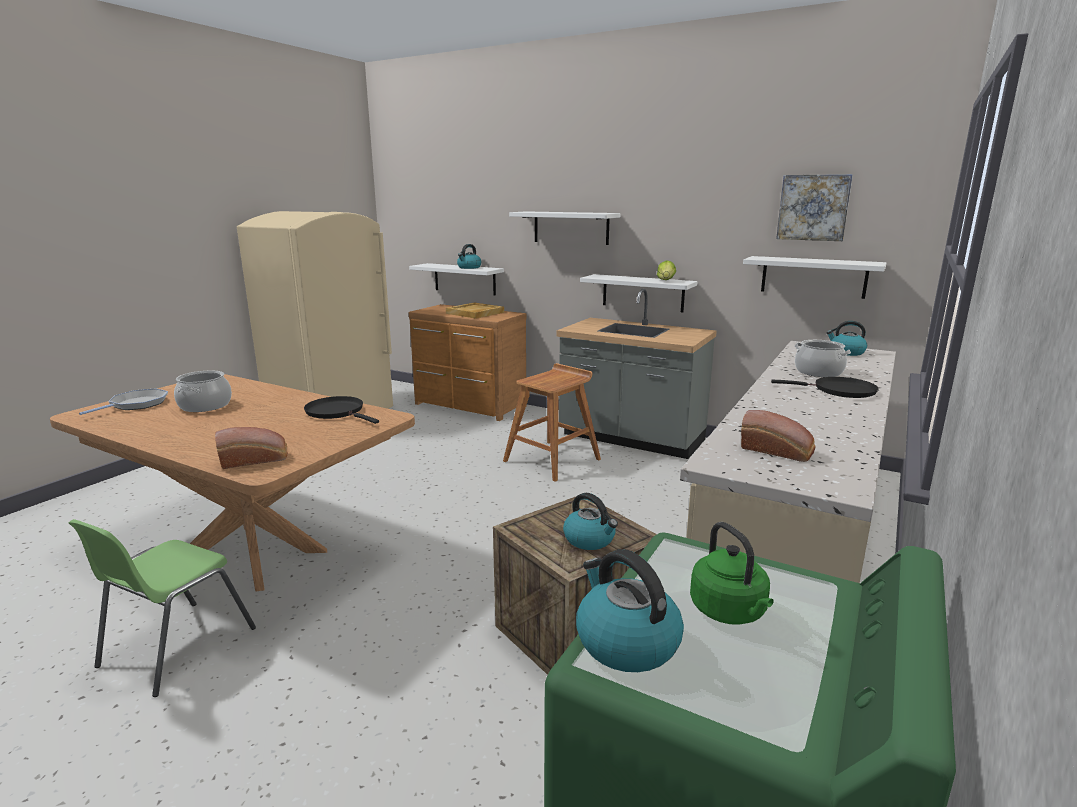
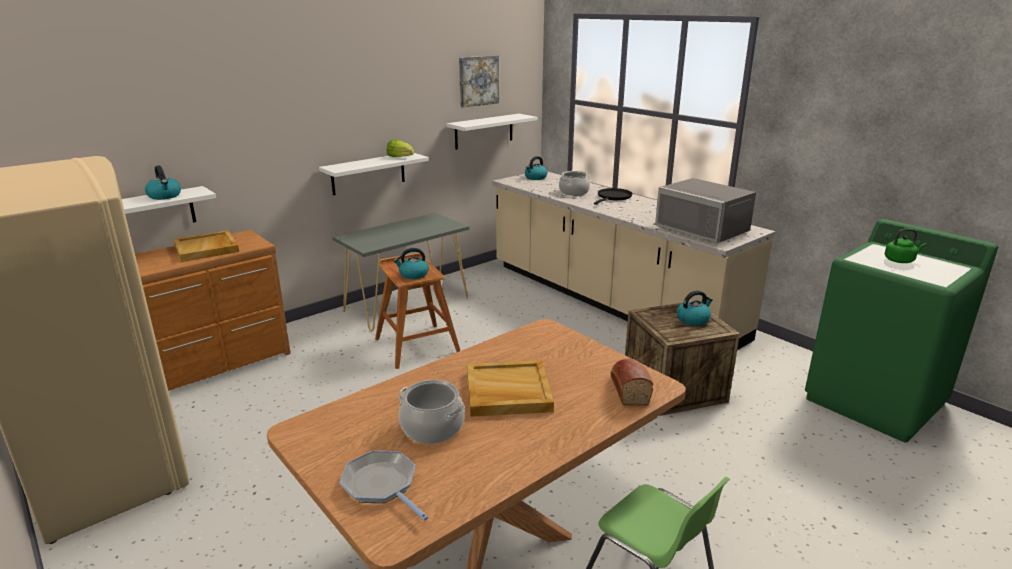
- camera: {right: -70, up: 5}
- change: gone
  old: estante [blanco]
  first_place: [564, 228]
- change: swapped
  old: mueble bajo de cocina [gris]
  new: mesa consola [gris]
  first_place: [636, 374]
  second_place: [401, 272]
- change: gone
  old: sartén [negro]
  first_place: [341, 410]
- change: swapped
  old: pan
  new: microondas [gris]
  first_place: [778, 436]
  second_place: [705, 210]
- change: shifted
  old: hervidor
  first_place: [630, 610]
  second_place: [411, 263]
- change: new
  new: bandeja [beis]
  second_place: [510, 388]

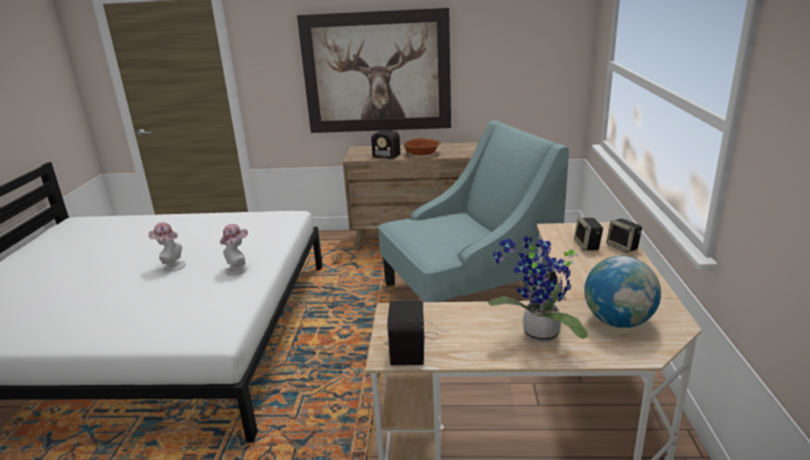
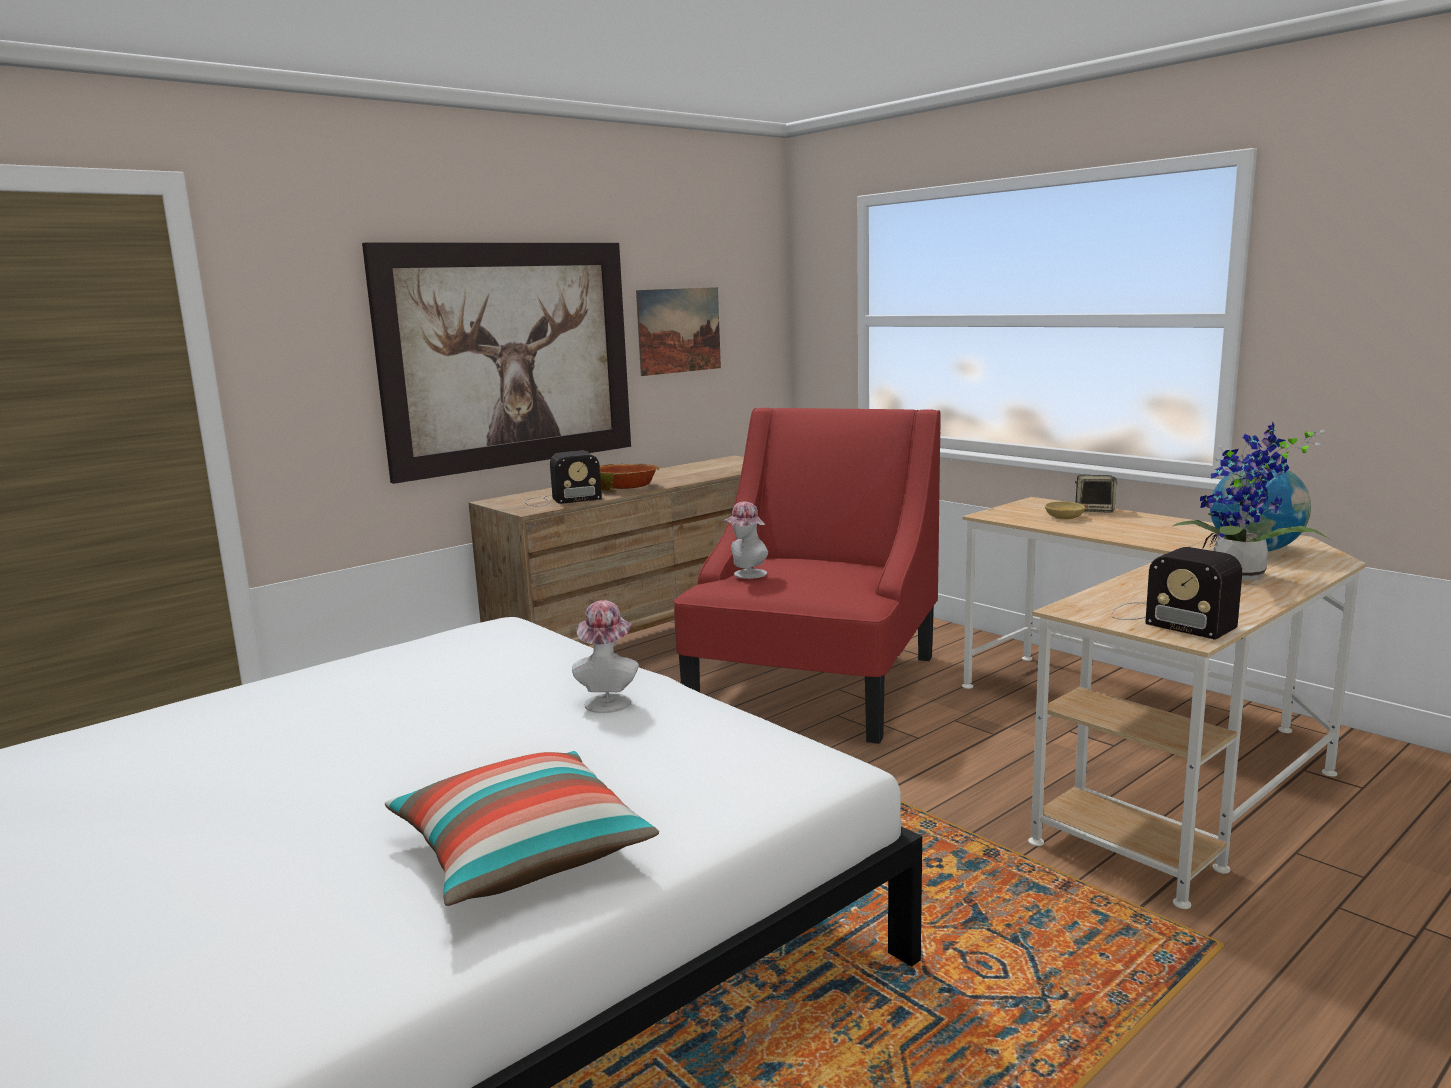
- camera: {right: -45, up: -10}
- change: repainted
  old: sillón [turquesa]
  new: sillón [rojo]
  first_place: [473, 211]
  second_place: [807, 576]
- change: swapped
  old: altavoz
  new: cuenco [beis]
  first_place: [588, 234]
  second_place: [1065, 511]
- change: shifted
  old: sombrero
  first_place: [167, 246]
  second_place: [745, 540]
- change: new
  new: cuadro
  second_place: [678, 331]
- change: new
  new: cojín
  second_place: [522, 828]

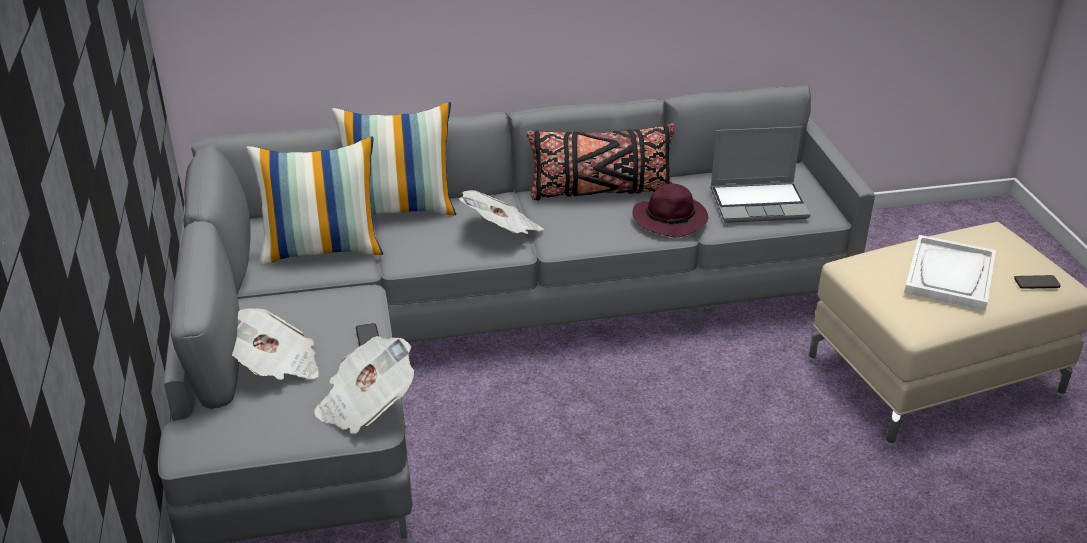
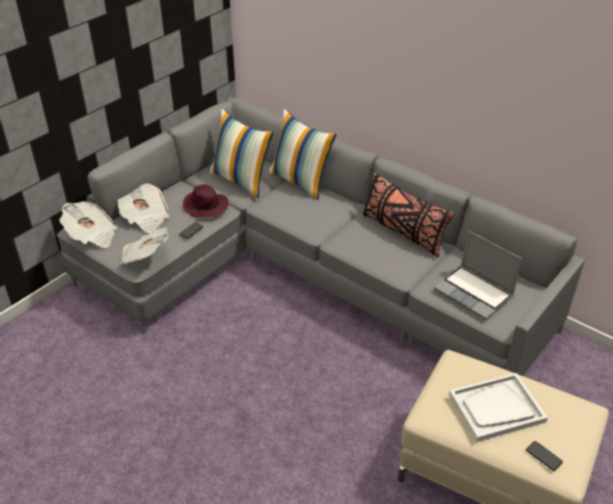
- camera: {right: 50, up: 5}
- change: shifted
  old: sombrero [morado]
  first_place: [670, 210]
  second_place: [206, 201]
- change: shifted
  old: periódico
  first_place: [501, 212]
  second_place: [88, 224]

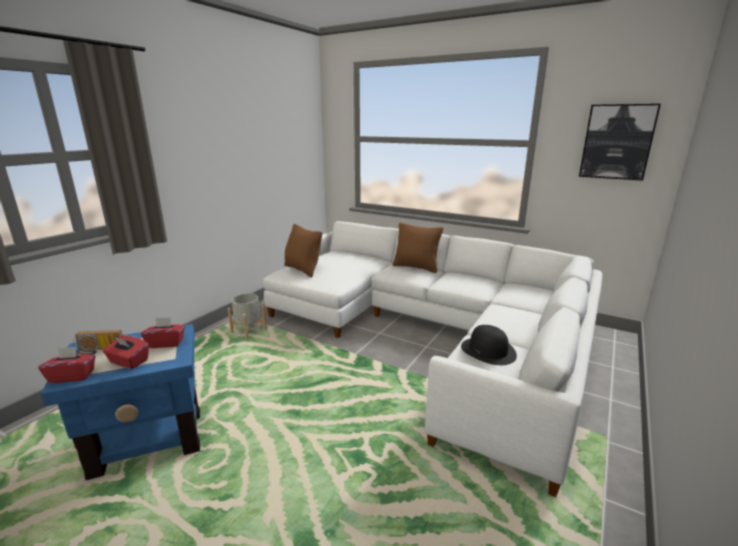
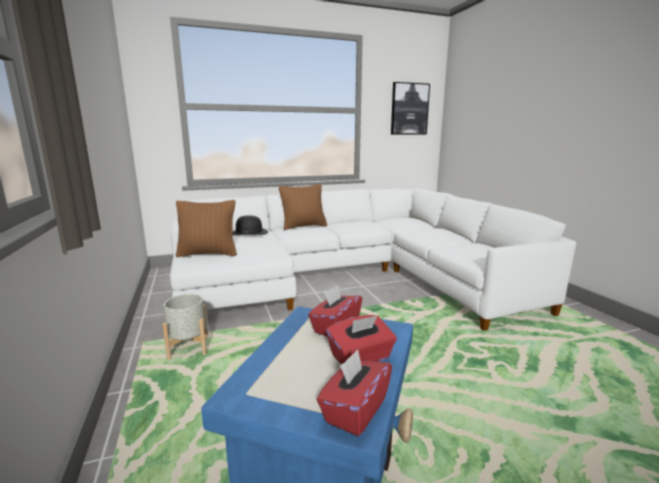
- camera: {right: -50, up: -5}
- change: shifted
  old: sombrero [negro]
  first_place: [489, 345]
  second_place: [250, 225]
- change: gone
  old: radio
  first_place: [98, 342]

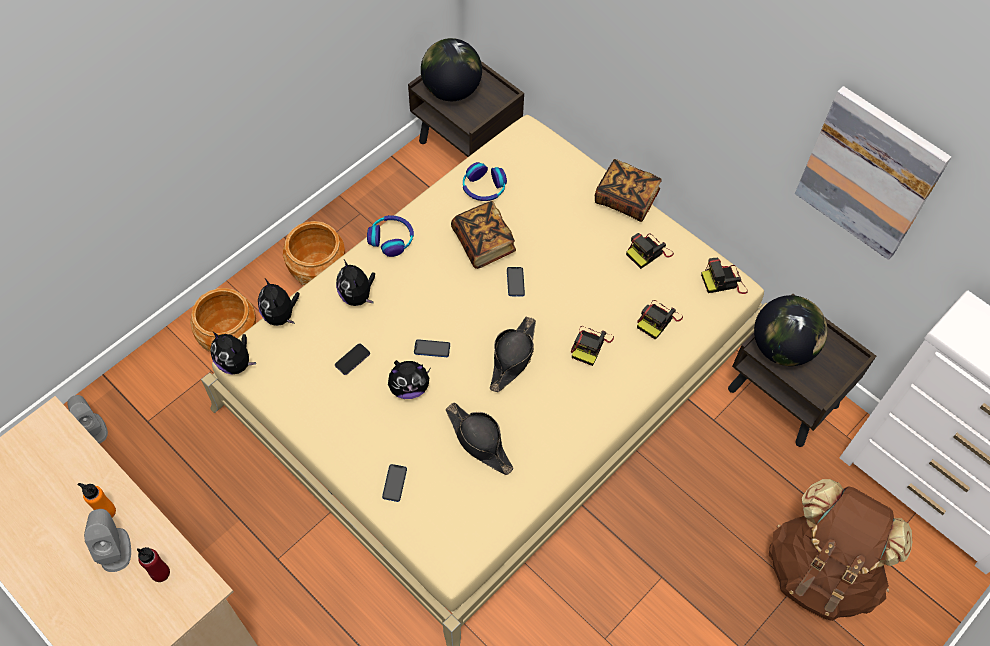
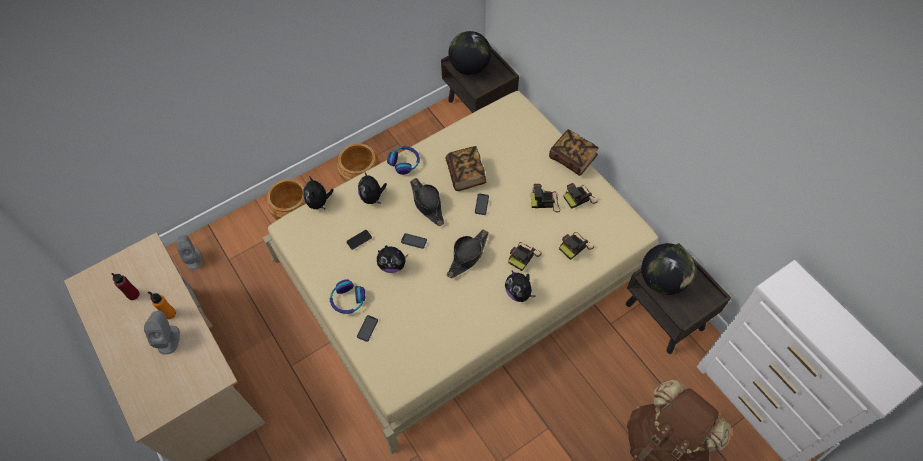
- camera: {right: 15, up: 0}
- change: gone
  old: cuadro
  first_place: [873, 173]
- change: shifted
  old: auriculares
  first_place: [485, 181]
  second_place: [347, 296]
- change: shifted
  old: cámara
  first_place: [724, 276]
  second_place: [545, 198]
- change: shifted
  old: peluche
  first_place: [233, 353]
  second_place: [520, 286]
- change: shifted
  old: sombrero [negro]
  first_place: [479, 438]
  second_place: [427, 202]
- change: shifted
  old: botella [rojo]
  first_place: [153, 564]
  second_place: [125, 286]

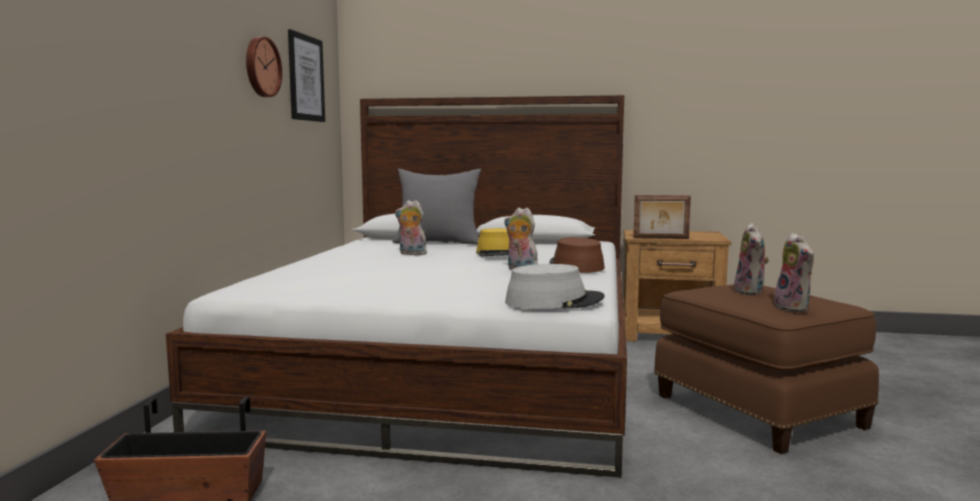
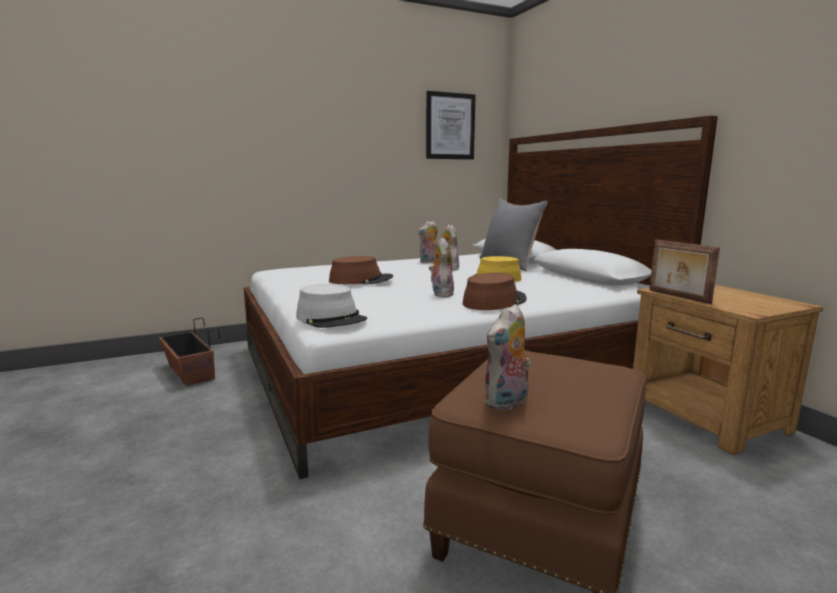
- camera: {right: 55, up: 5}
- change: gone
  old: reloj de pared
  first_place: [264, 66]
- change: shifted
  old: peluche
  first_place: [751, 259]
  second_place: [427, 242]
- change: new
  new: sombrero [marrón]
  second_place: [361, 270]

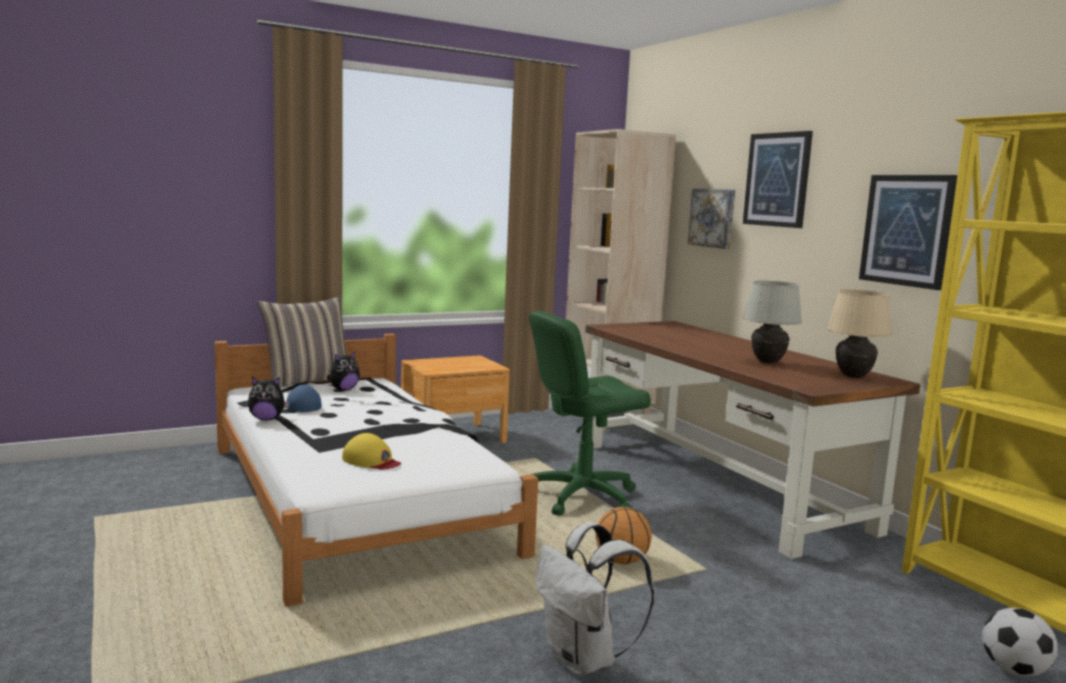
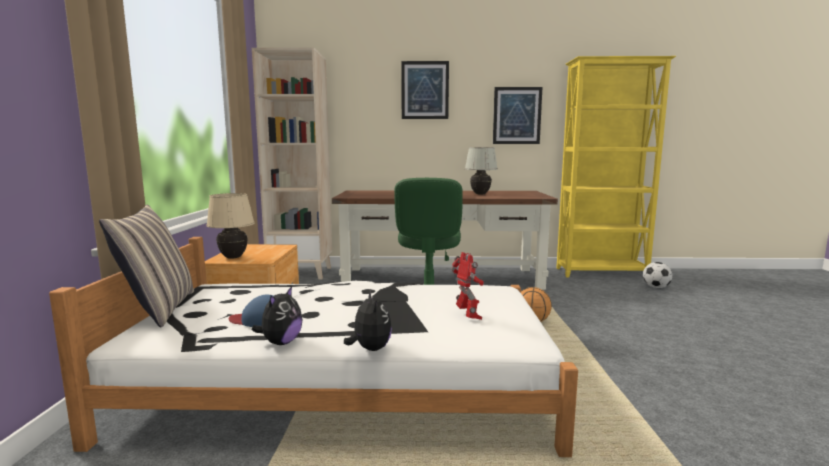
- camera: {right: -60, up: 0}
- change: gone
  old: cuadro
  first_place: [711, 219]
- change: shifted
  old: lámpara de mesa [beis]
  first_place: [859, 333]
  second_place: [230, 226]
- change: shifted
  old: peluche
  first_place: [343, 371]
  second_place: [368, 320]
- change: swapped
  old: gorra [amarillo]
  new: robot de juguete
  first_place: [371, 451]
  second_place: [467, 286]
- change: gone
  old: mochila [blanco]
  first_place: [595, 599]

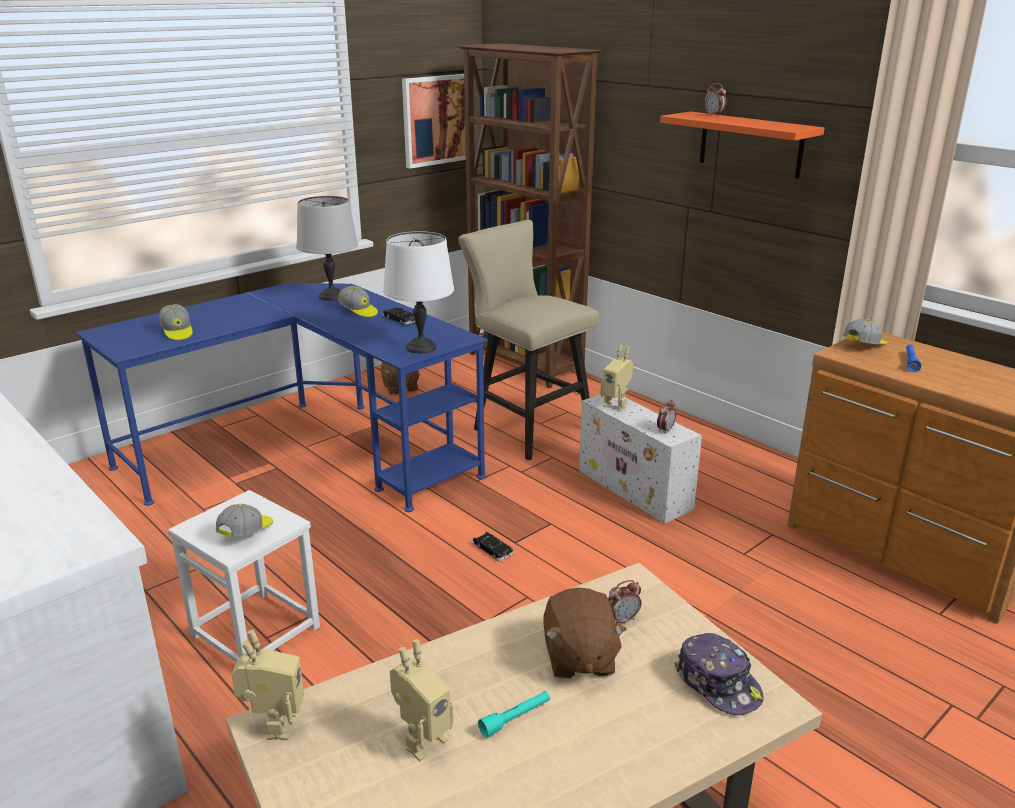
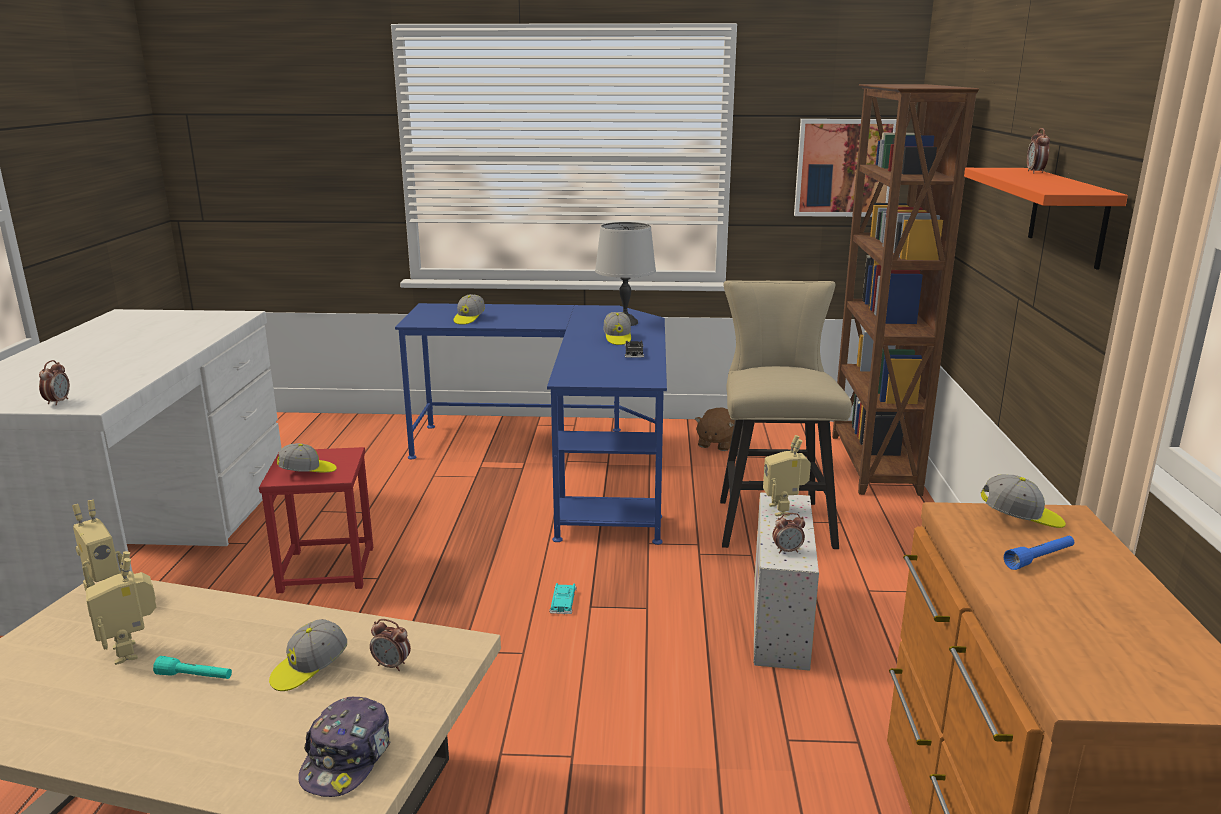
- camera: {right: 45, up: -5}
- change: gone
  old: lámpara de mesa [blanco]
  first_place: [418, 292]
- change: repainted
  old: taburete [blanco]
  new: taburete [rojo]
  first_place: [244, 576]
  second_place: [316, 520]
- change: repainted
  old: coche de juguete [negro]
  new: coche de juguete [turquesa]
  first_place: [493, 546]
  second_place: [563, 598]
- change: swapped
  old: peluche [marrón]
  new: gorra
  first_place: [585, 633]
  second_place: [308, 655]
- change: rotated
  old: robot de juguete
  first_place: [422, 700]
  second_place: [121, 608]
  degrees: 60
- change: new
  new: despertador
  second_place: [54, 383]

